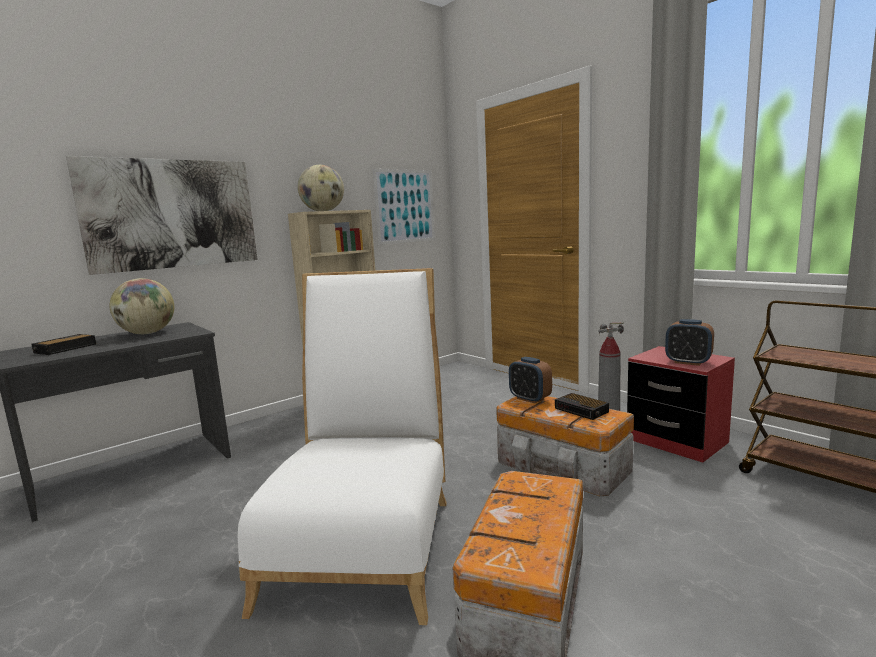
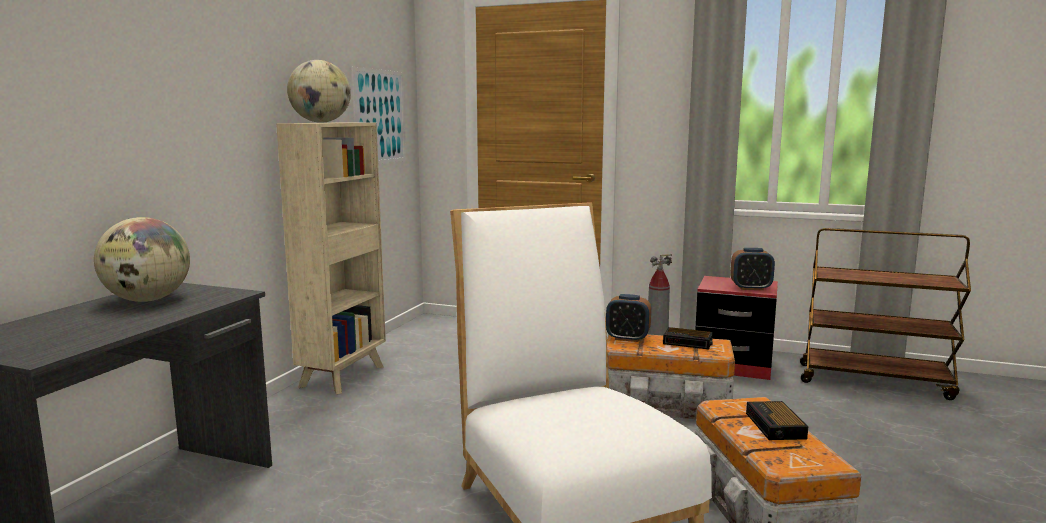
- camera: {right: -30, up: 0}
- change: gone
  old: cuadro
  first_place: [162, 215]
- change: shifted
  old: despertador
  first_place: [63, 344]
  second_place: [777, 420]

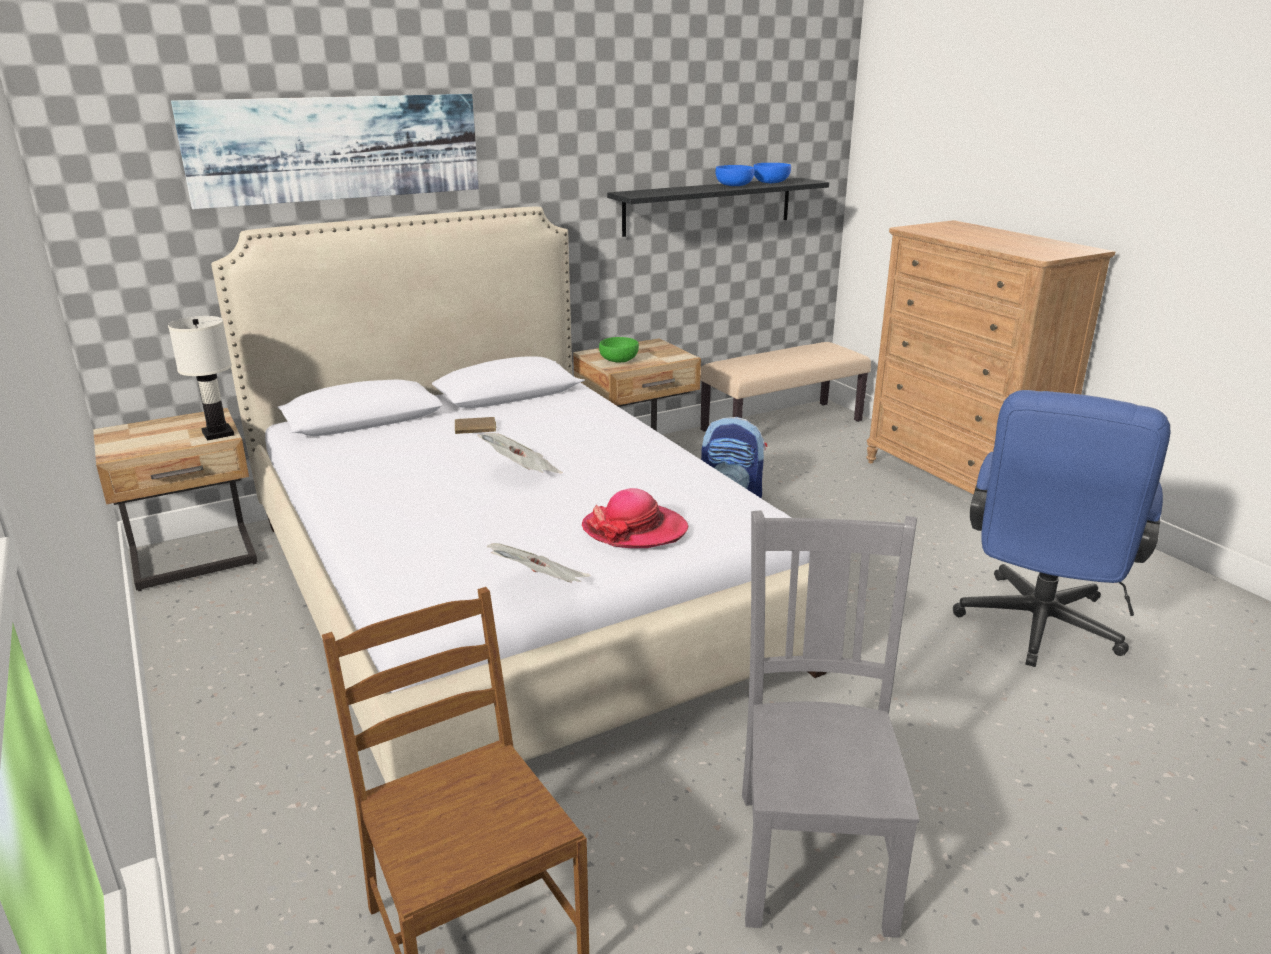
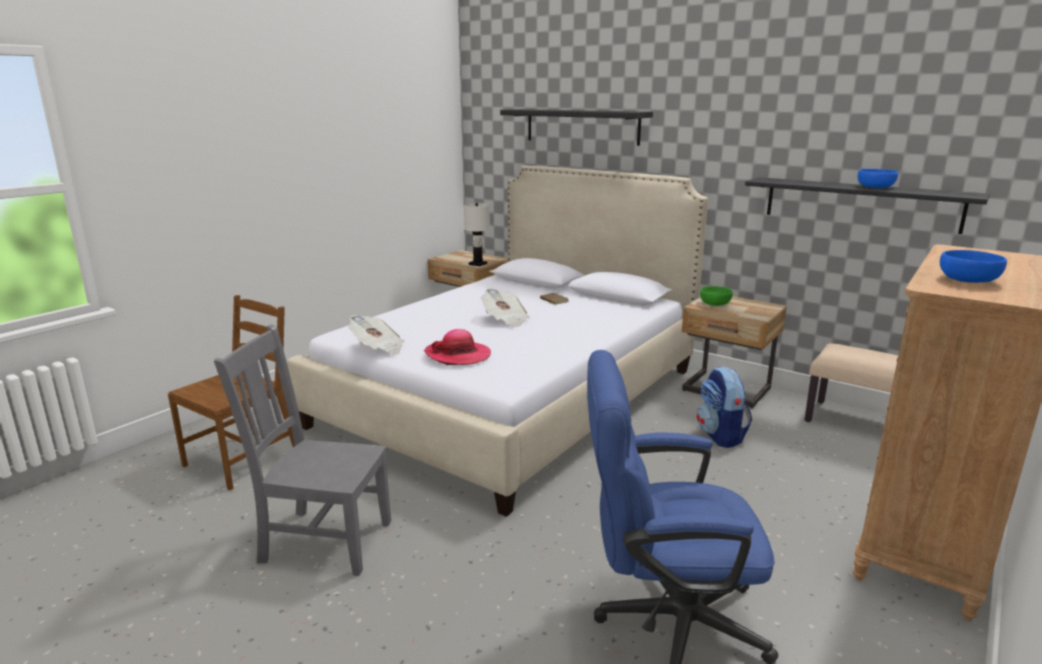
- camera: {right: 65, up: -5}
- change: swapped
  old: cuadro
  new: estante [negro]
  first_place: [325, 151]
  second_place: [576, 127]
- change: shifted
  old: cuenco [azul]
  first_place: [772, 173]
  second_place: [973, 266]
- change: rotated
  old: silla [gris]
  first_place: [830, 724]
  second_place: [302, 450]
  degrees: -150

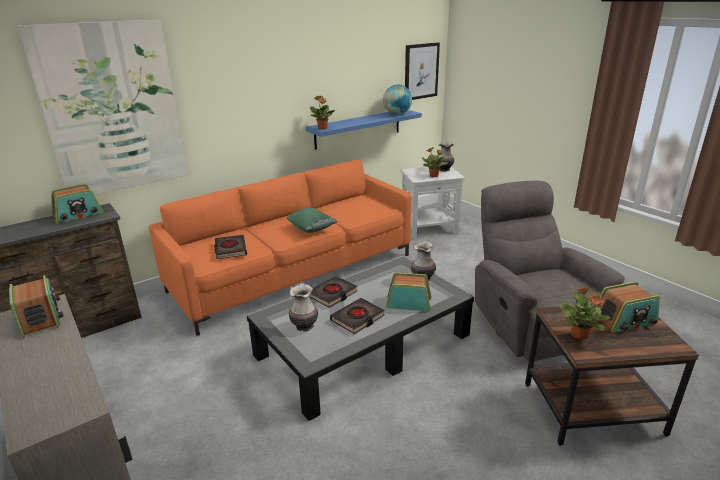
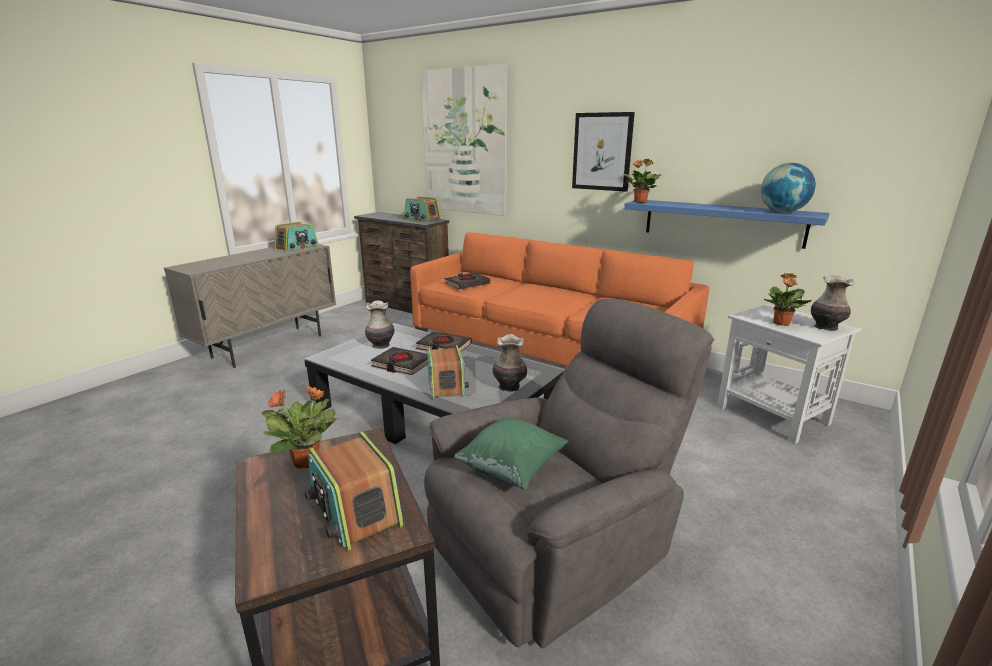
- camera: {right: 70, up: -5}
- change: shifted
  old: cuadro
  first_place: [422, 71]
  second_place: [603, 152]
- change: shifted
  old: cojín [verde]
  first_place: [312, 220]
  second_place: [511, 453]

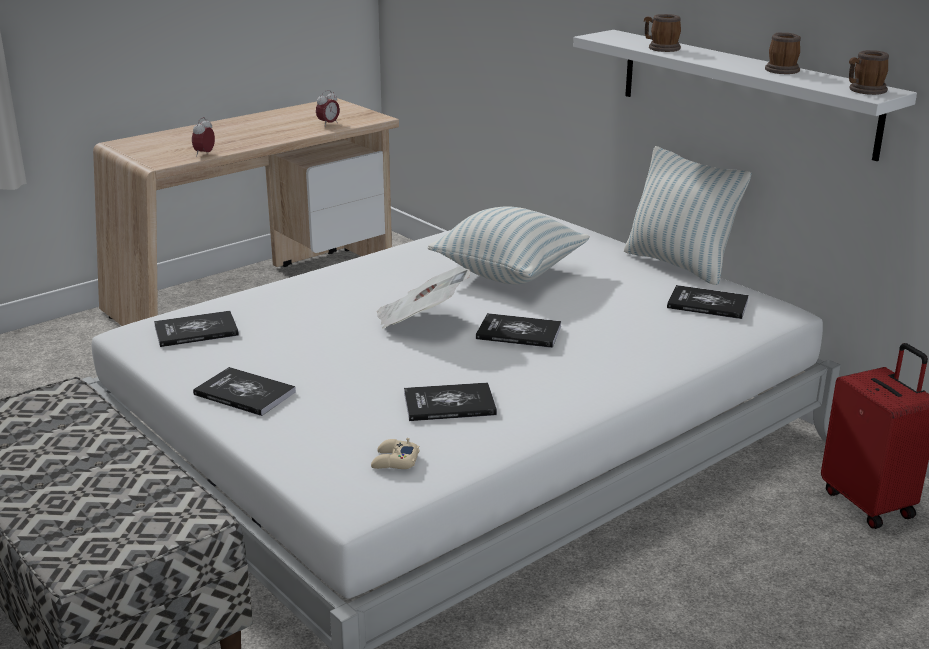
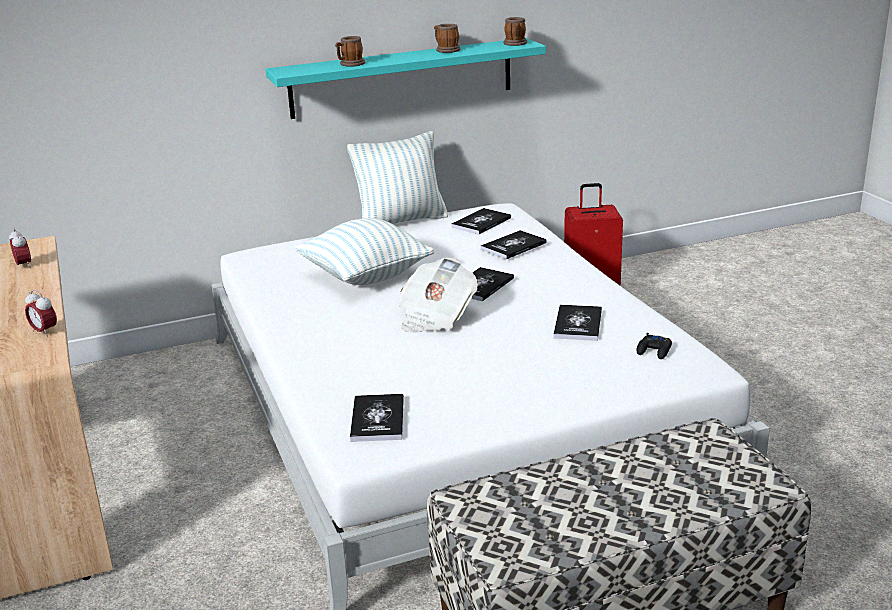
- camera: {right: -70, up: 0}
- change: repainted
  old: estante [blanco]
  new: estante [turquesa]
  first_place: [745, 95]
  second_place: [405, 78]
- change: shifted
  old: libro
  first_place: [244, 391]
  second_place: [514, 244]
- change: repainted
  old: mando de consola [beis]
  new: mando de consola [negro]
  first_place: [395, 453]
  second_place: [654, 346]

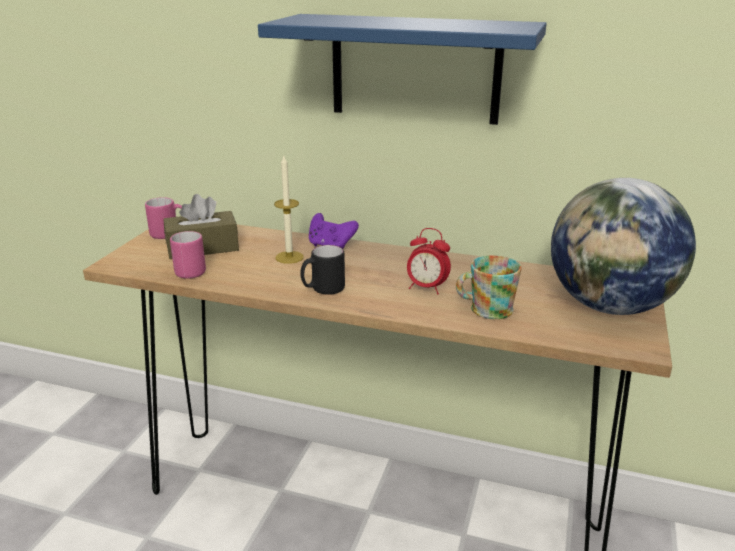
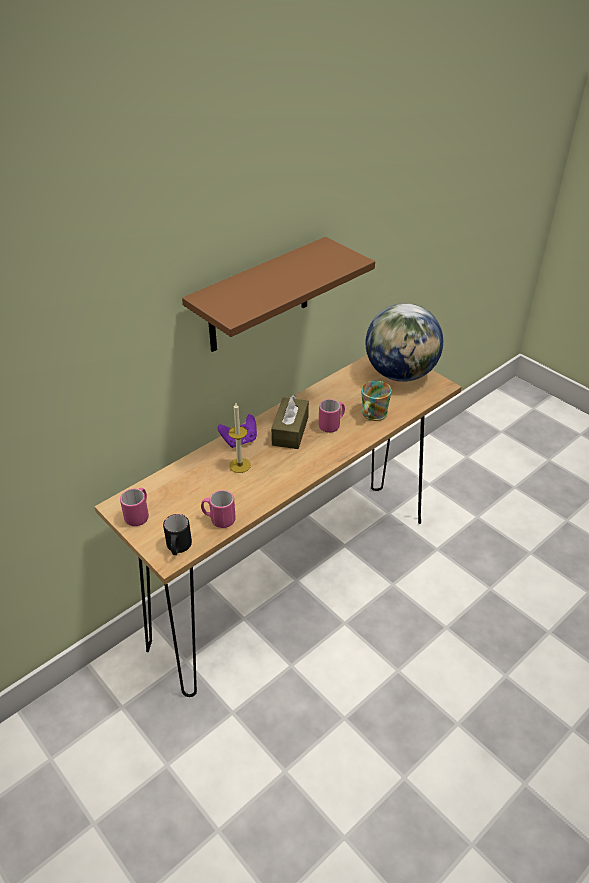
- camera: {right: -60, up: 15}
- change: repainted
  old: estante [azul]
  new: estante [marrón]
  first_place: [402, 69]
  second_place: [278, 294]
- change: shifted
  old: caja de pañuelos [marrón]
  first_place: [201, 226]
  second_place: [290, 421]
- change: swapped
  old: despertador
  new: taza grande [rosa]
  first_place: [429, 261]
  second_place: [332, 416]
- change: shifted
  old: taza grande [negro]
  first_place: [322, 270]
  second_place: [177, 534]

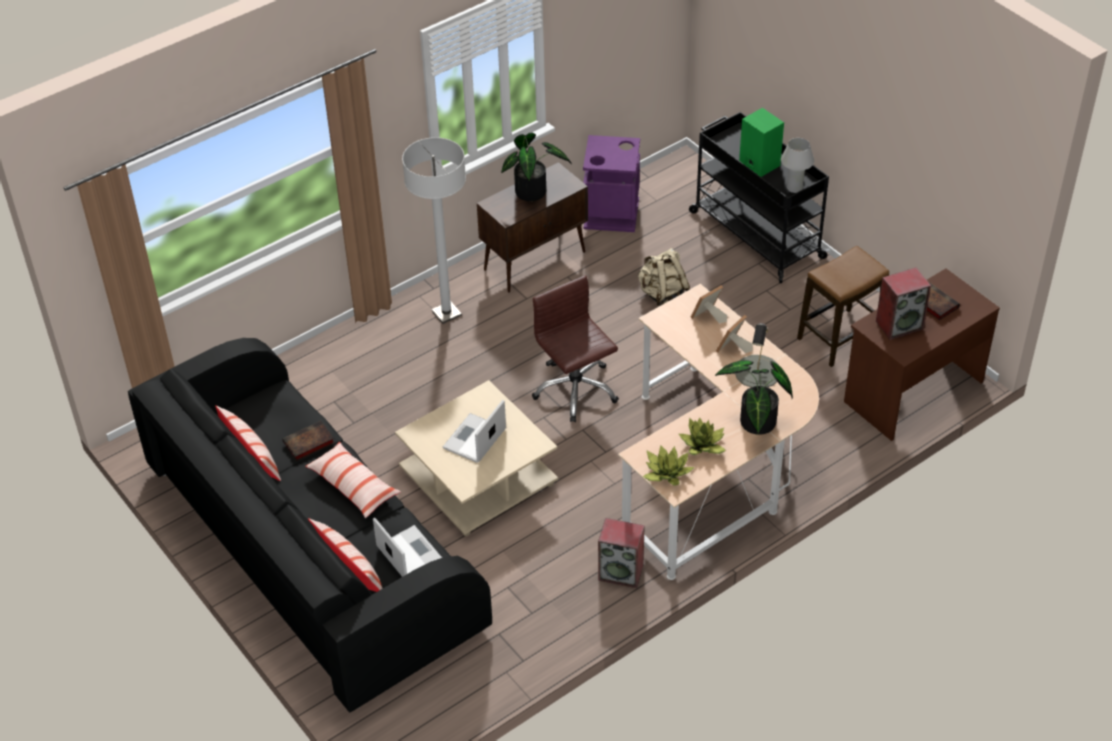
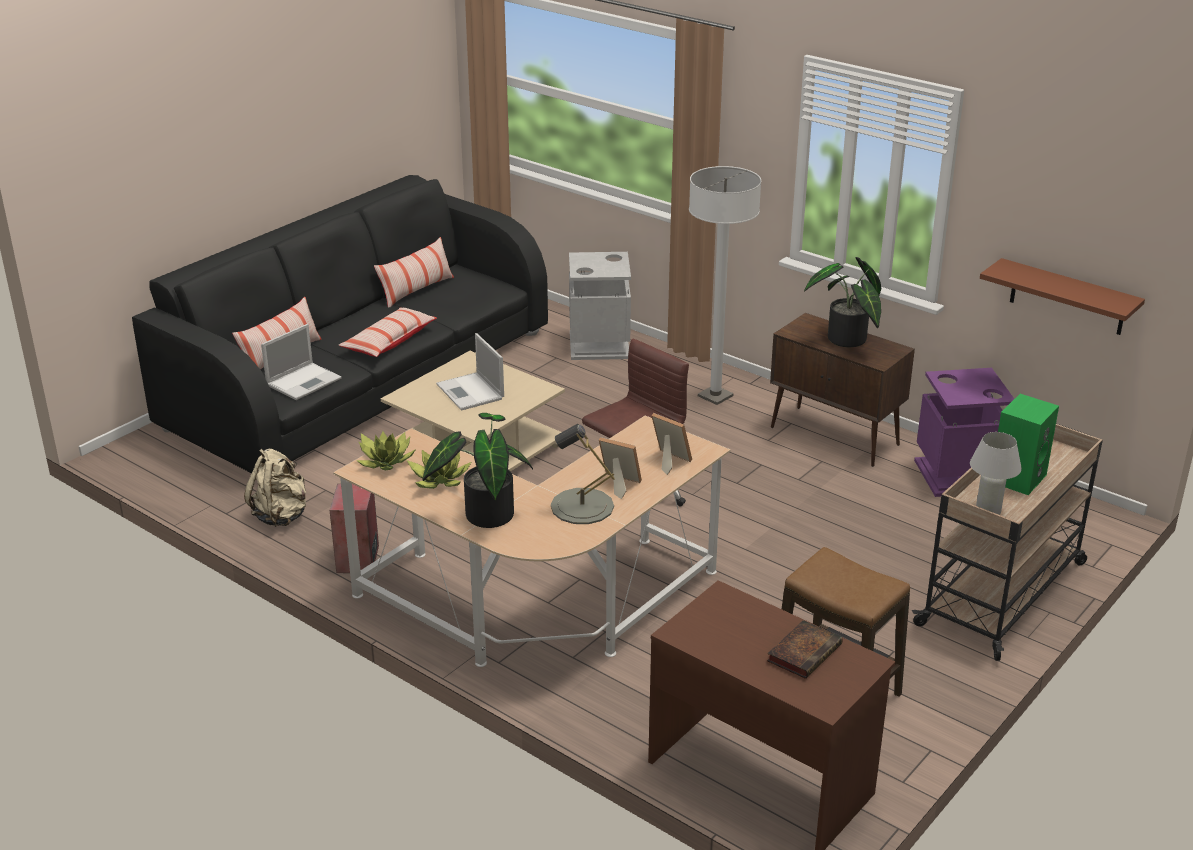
- camera: {right: 75, up: -15}
- change: repainted
  old: carrito [negro]
  new: carrito [beis]
  first_place: [759, 197]
  second_place: [1007, 542]
- change: shifted
  old: mochila [beis]
  first_place: [664, 277]
  second_place: [275, 488]
- change: gone
  old: altavoz
  first_place: [903, 303]
- change: rotated
  old: portátil
  first_place: [474, 431]
  second_place: [470, 371]
  degrees: -135
- change: gone
  old: libro
  first_place: [308, 441]
- change: new
  new: papelera [gris]
  second_place: [600, 306]
- change: new
  new: estante [marrón]
  second_place: [1062, 296]

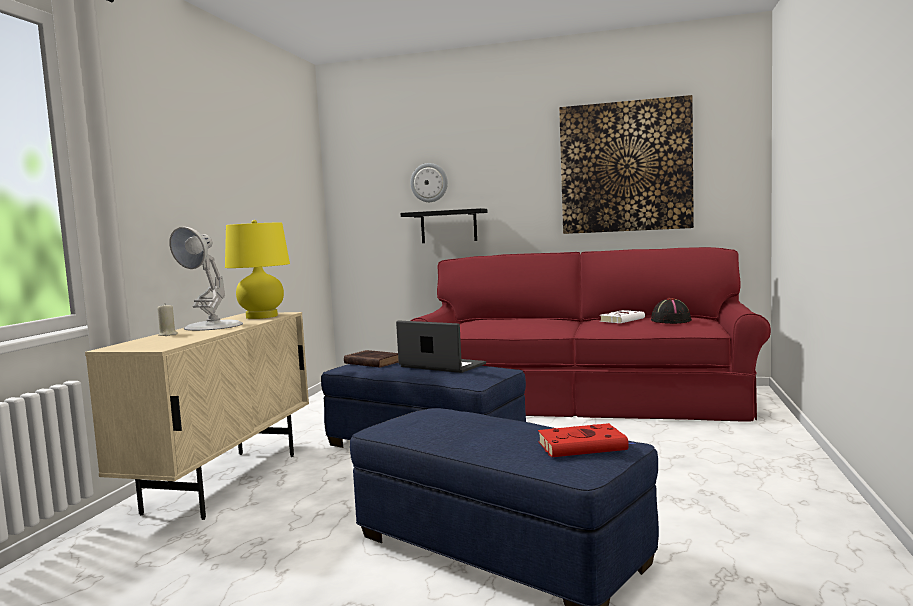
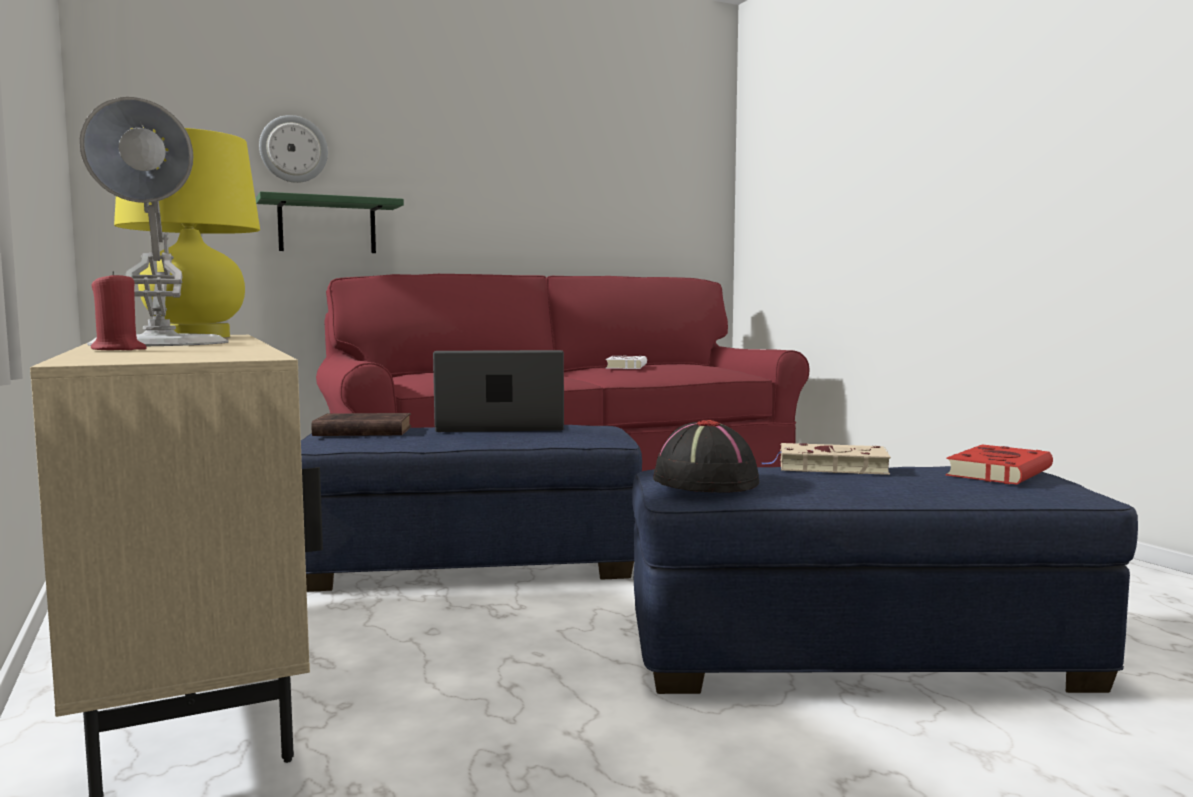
- camera: {right: -40, up: 0}
- change: gone
  old: cuadro
  first_place: [626, 164]
- change: repainted
  old: estante [negro]
  new: estante [verde]
  first_place: [444, 225]
  second_place: [330, 222]
- change: shifted
  old: sombrero [negro]
  first_place: [671, 311]
  second_place: [706, 456]
- change: repainted
  old: vela [beis]
  new: vela [rojo]
  first_place: [167, 320]
  second_place: [119, 310]
- change: new
  new: libro [beis]
  second_place: [826, 459]

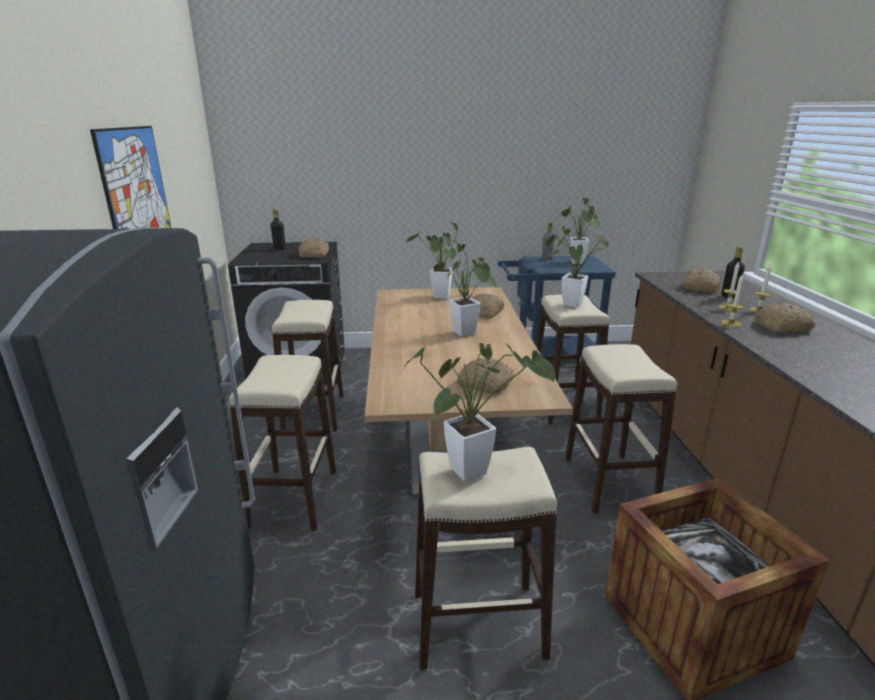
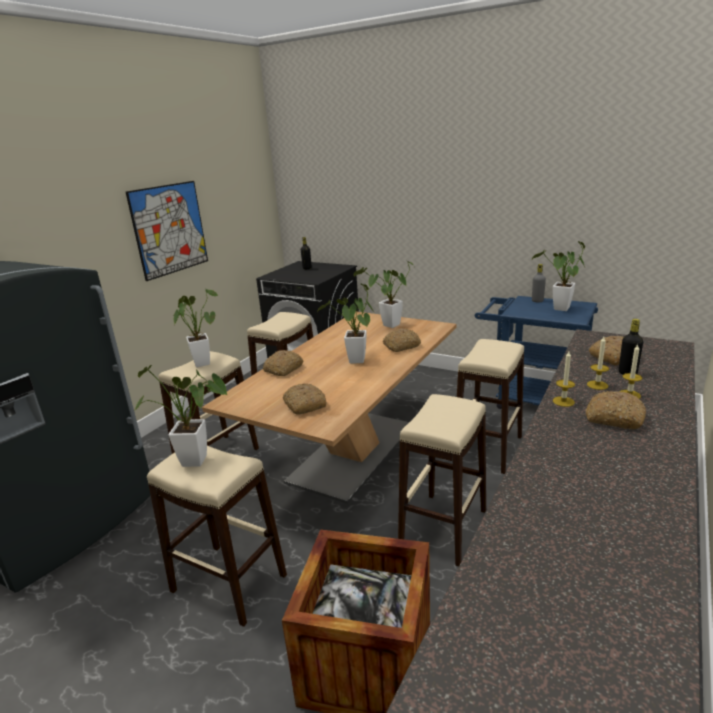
- camera: {right: 35, up: 0}
- change: shifted
  old: planta en maceta
  first_place: [577, 267]
  second_place: [196, 327]
- change: shifted
  old: pan
  first_place: [314, 248]
  second_place: [283, 363]

